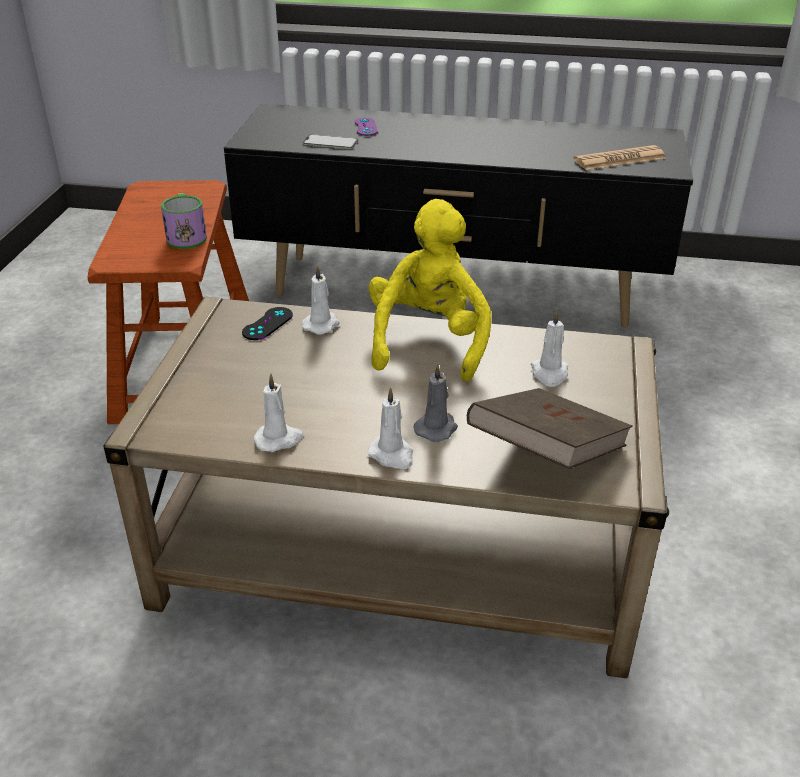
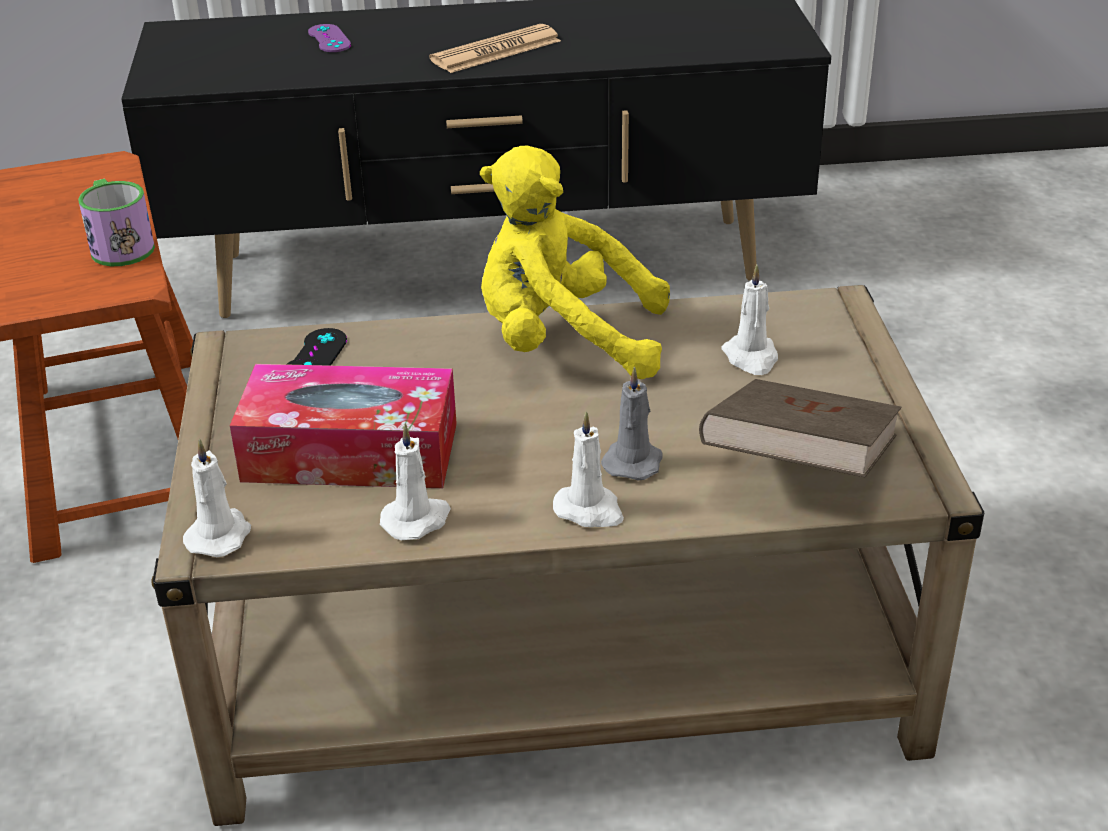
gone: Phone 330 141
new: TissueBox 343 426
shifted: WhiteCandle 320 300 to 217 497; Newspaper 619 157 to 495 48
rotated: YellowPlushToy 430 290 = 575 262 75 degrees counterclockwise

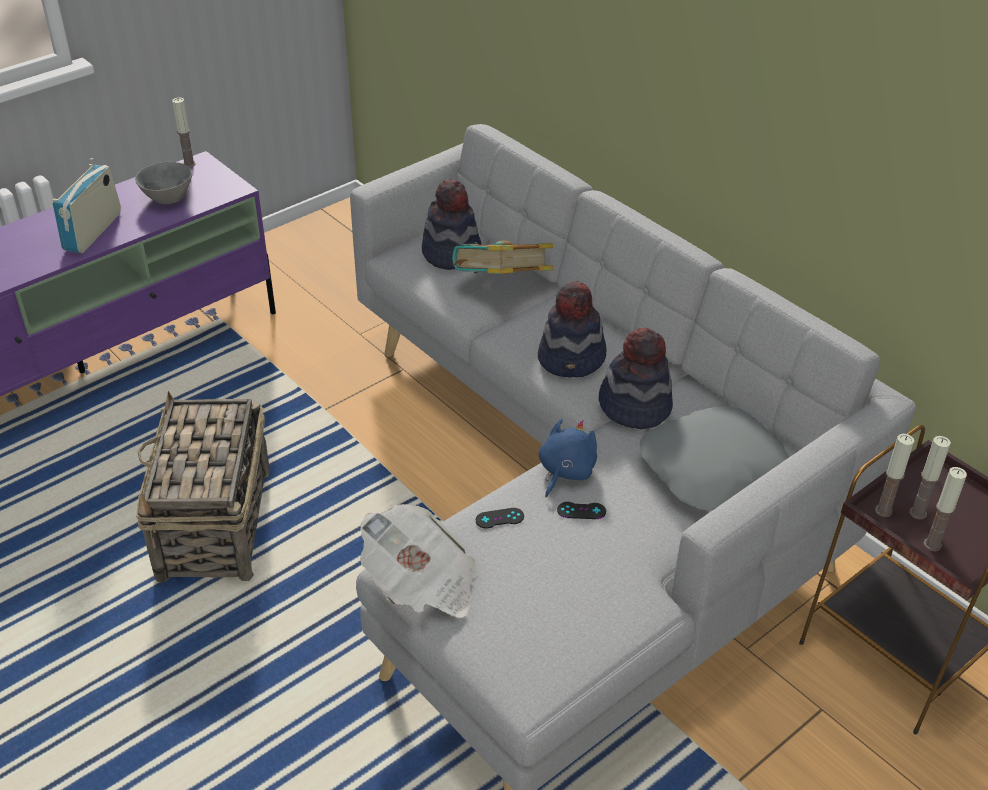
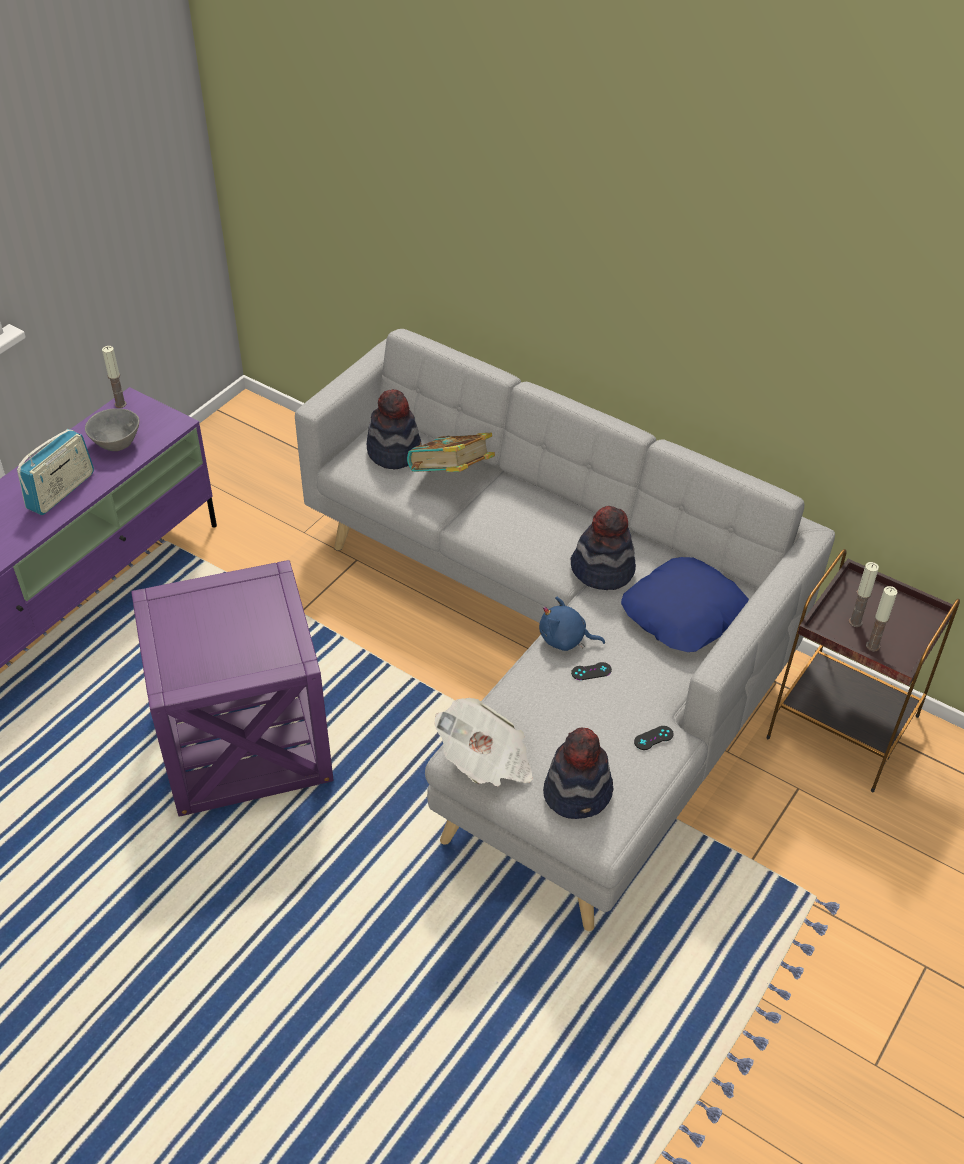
gone: Candle 894 475
shifted: BlackGameController 500 518 to 654 738; Hat 572 329 to 578 773
swapped: Basket 203 486 to PurpleSideTable 232 688
repainted: GreyPillow 714 458 to BluePillow 685 604
rotated: Radio 87 205 = 55 472 150 degrees counterclockwise; BluePlushToy 568 458 = 572 624 90 degrees counterclockwise

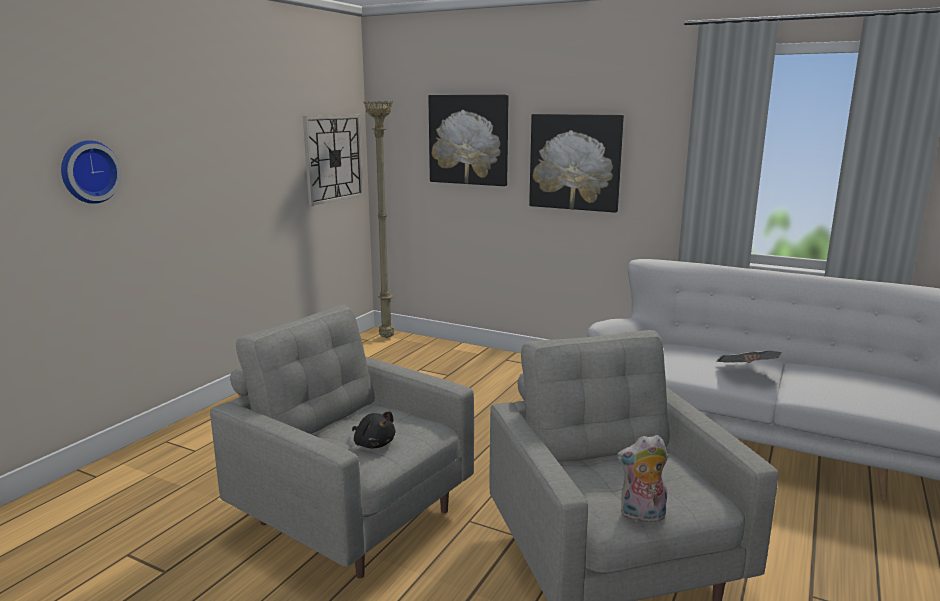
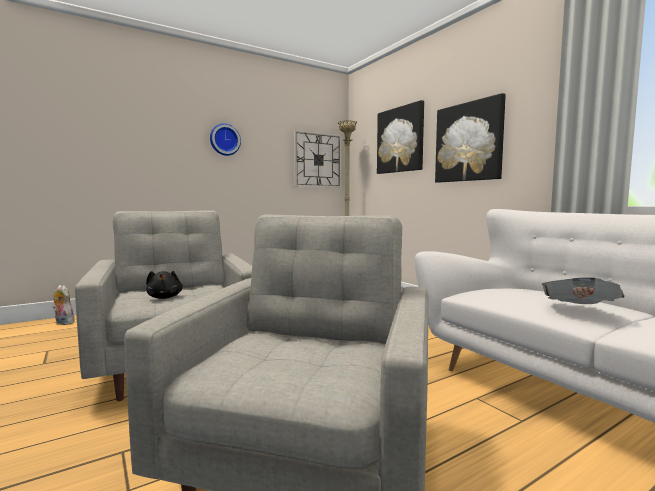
shifted: WallClock 91 172 to 225 140; PlushToy 642 478 to 63 305

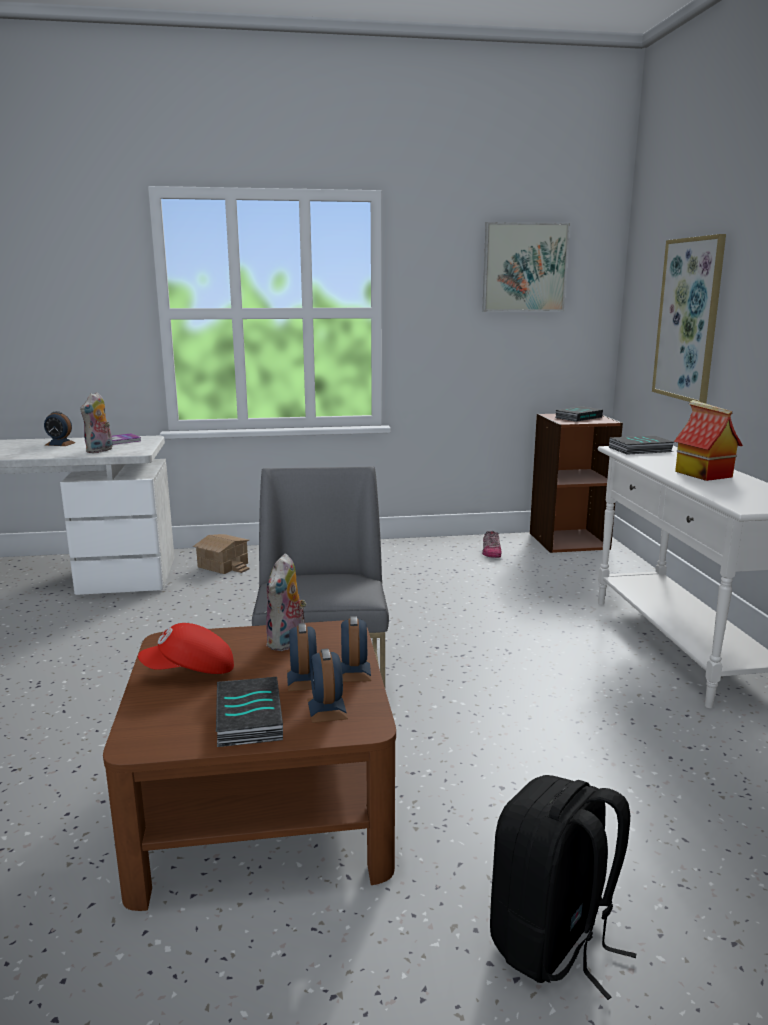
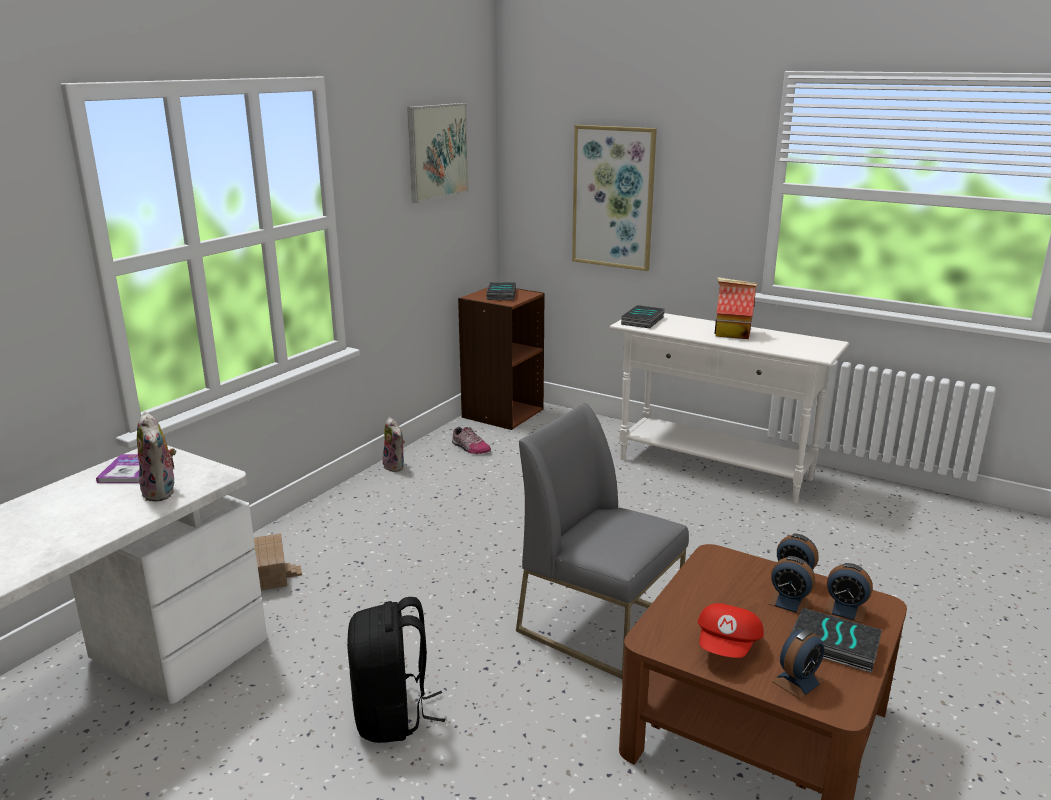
shifted: AlarmClock 60 428 to 798 664; PlushToy 286 602 to 394 444; BlackBackpack 563 887 to 396 670

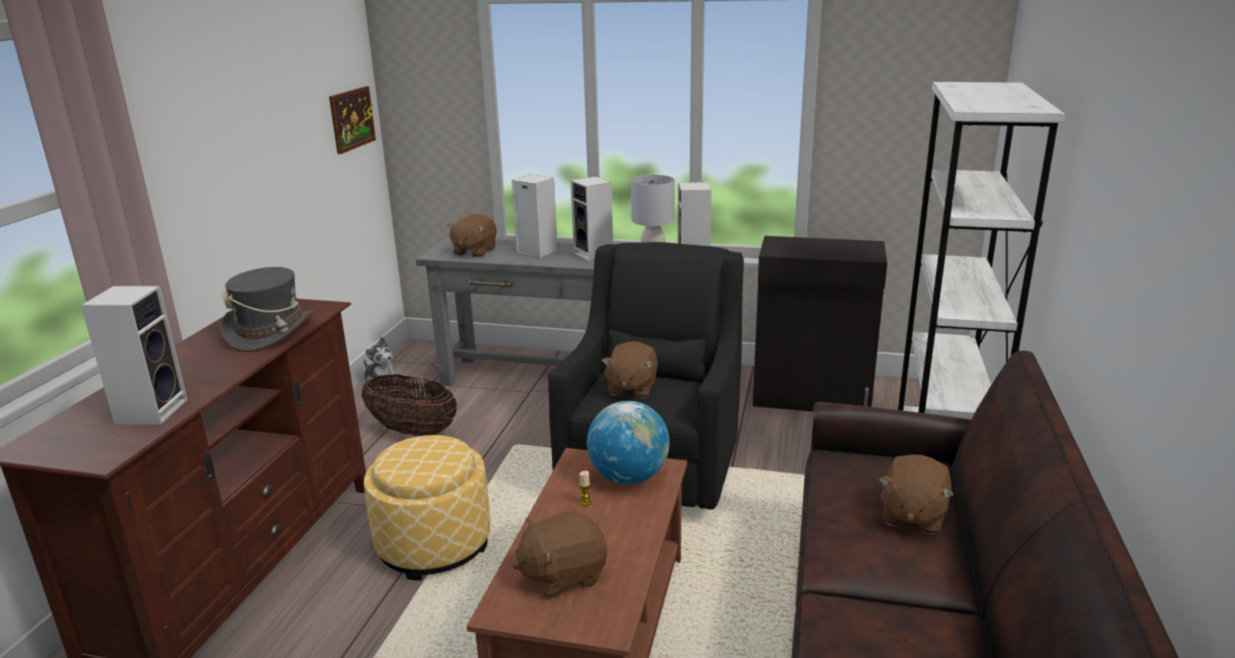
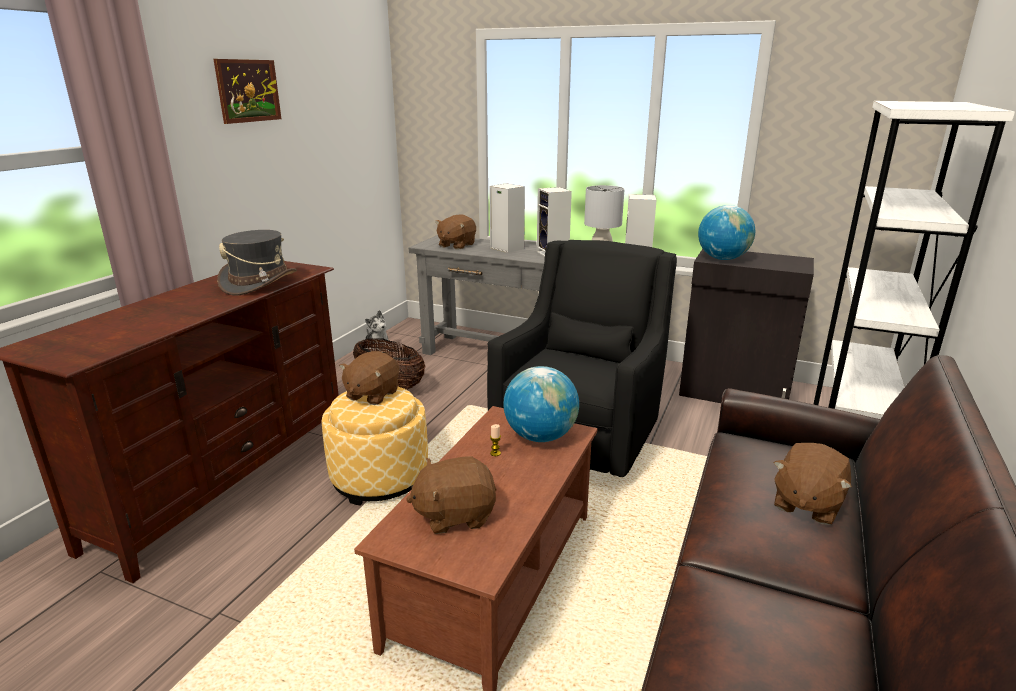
gone: Speaker 134 355
new: Globe 726 232
shifted: Picture 352 120 to 247 91; BrownPlushToy 629 369 to 369 378

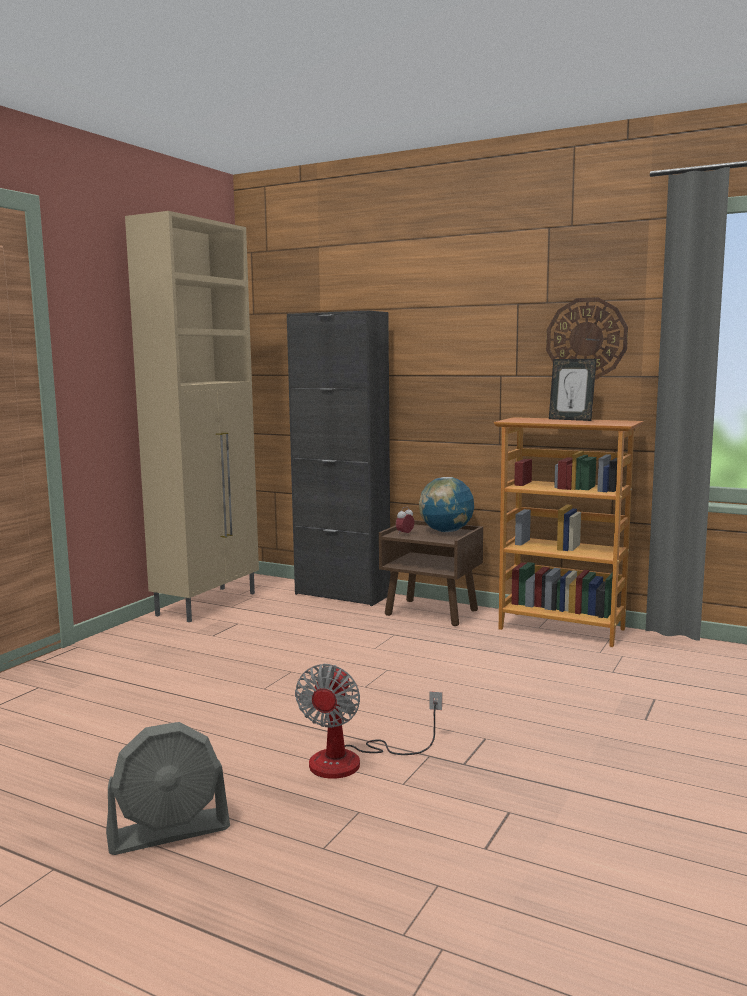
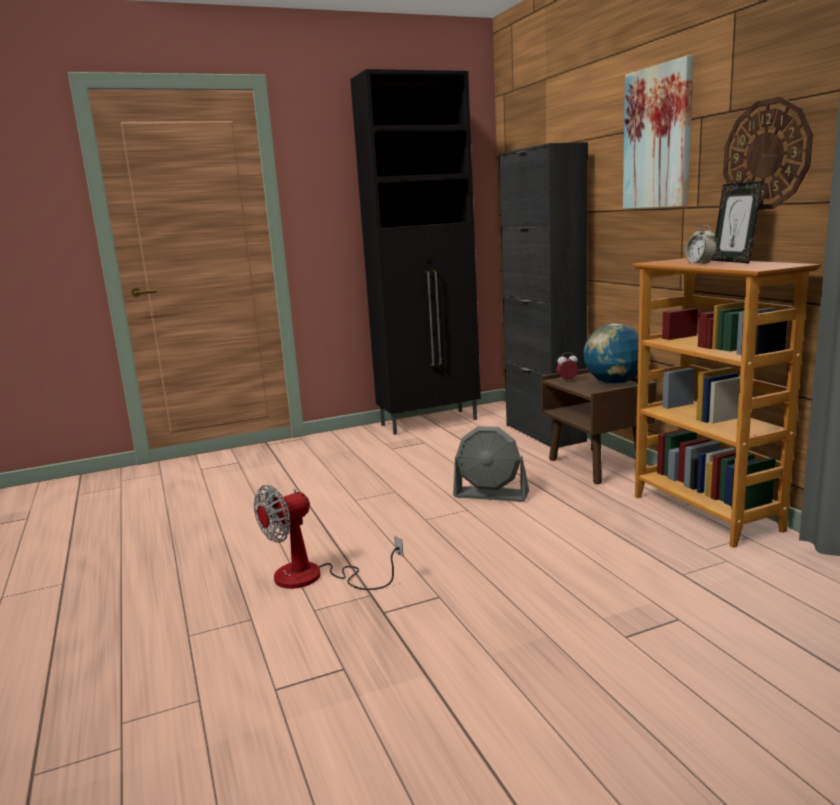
new: Picture 658 132; AlarmClock 701 244
shifted: GreyFan 168 788 to 491 464
repainted: BeigeCabinet 192 416 to BlackCabinet 415 252

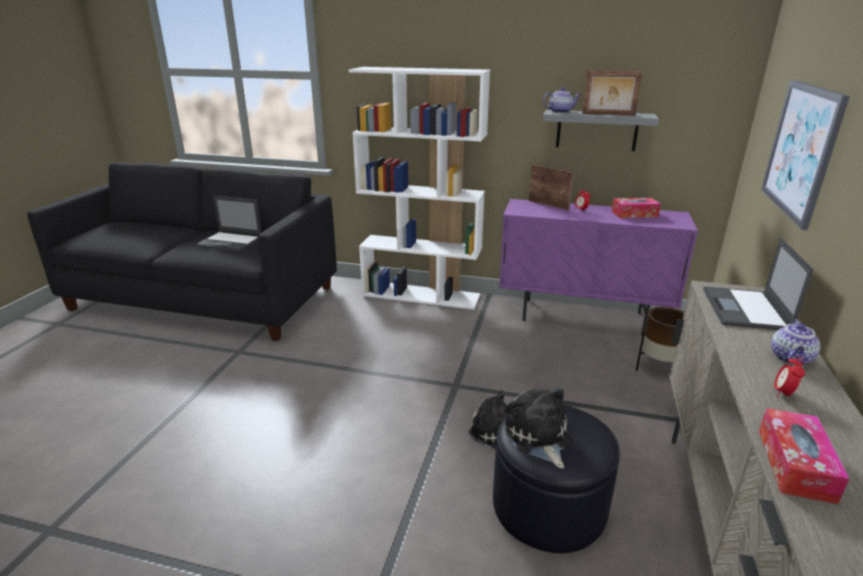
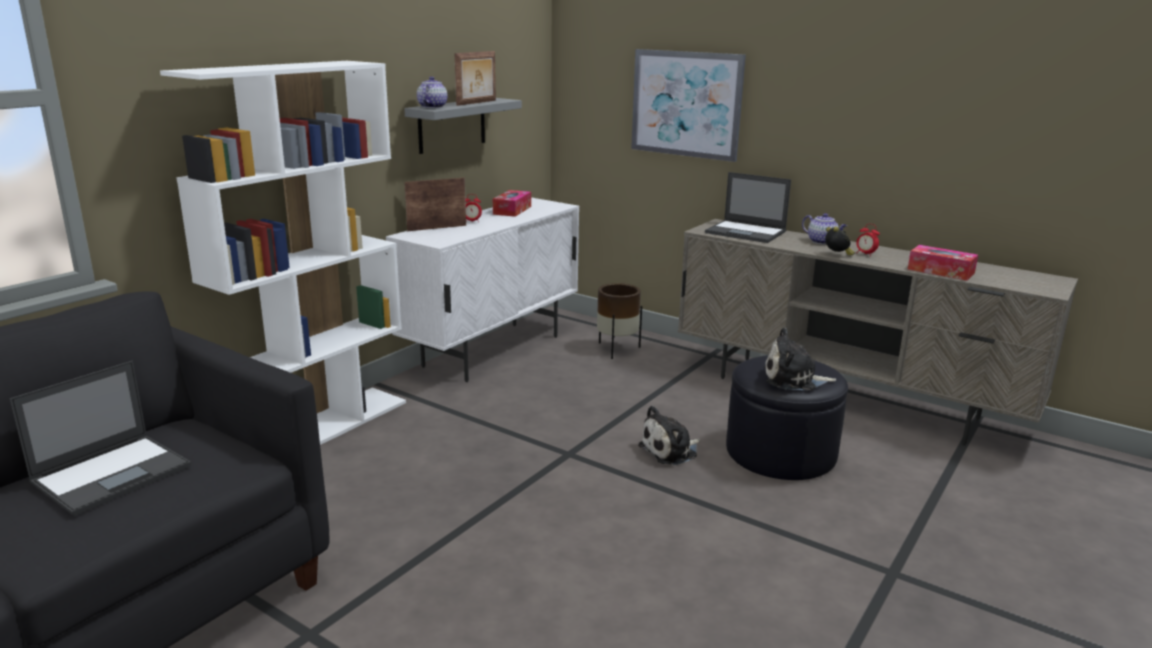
new: AlarmClock 840 241
repainted: PurpleCabinet 598 267 to WhiteCabinet 482 289

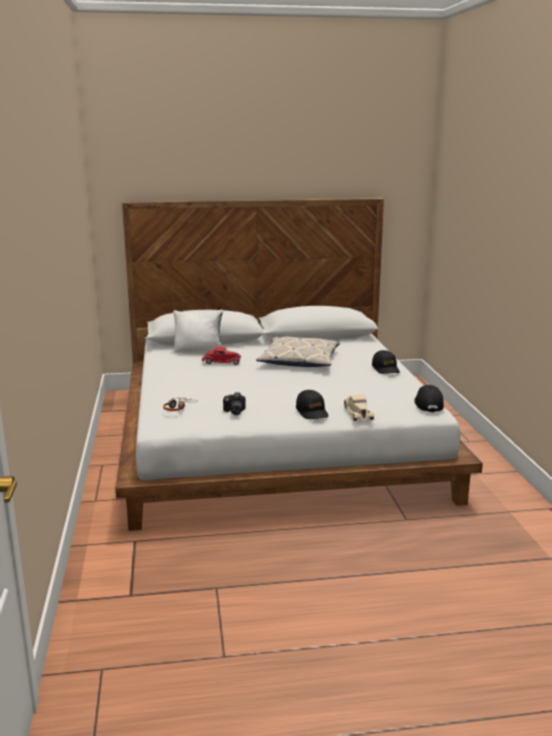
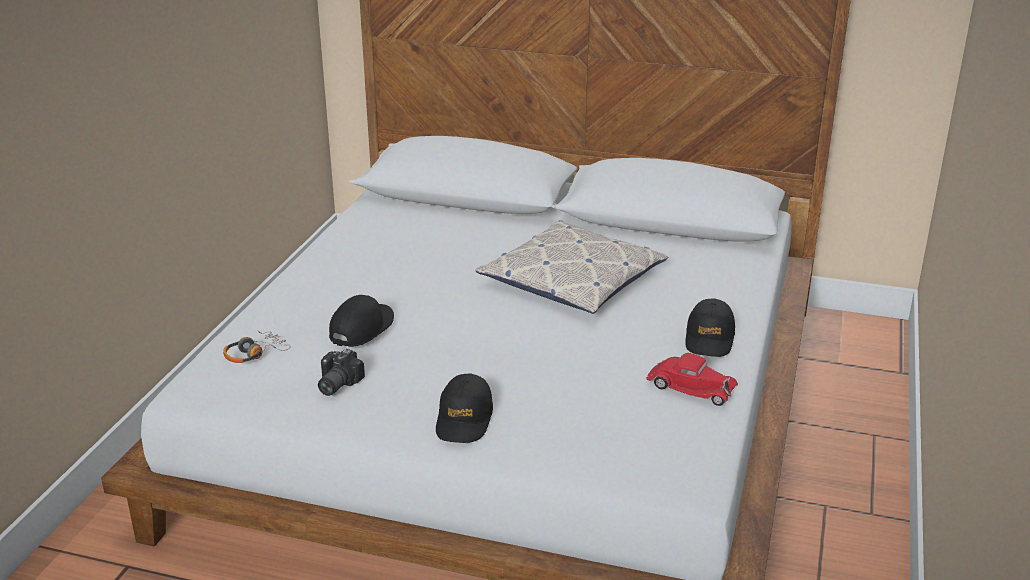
gone: WhitePillow 198 331; BeigeToyCar 358 407
shifted: RedToyCar 221 356 to 692 379; BlackCap 429 398 to 361 321

